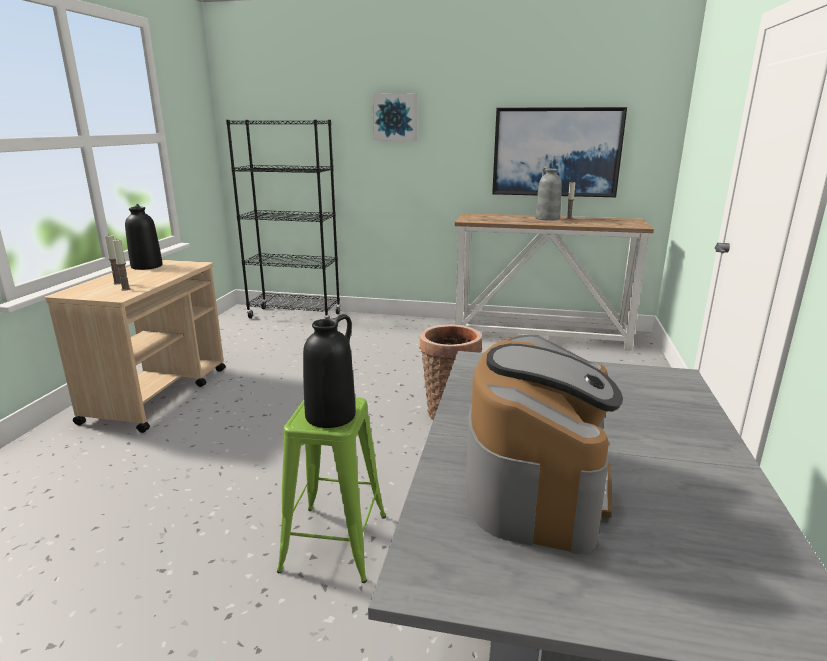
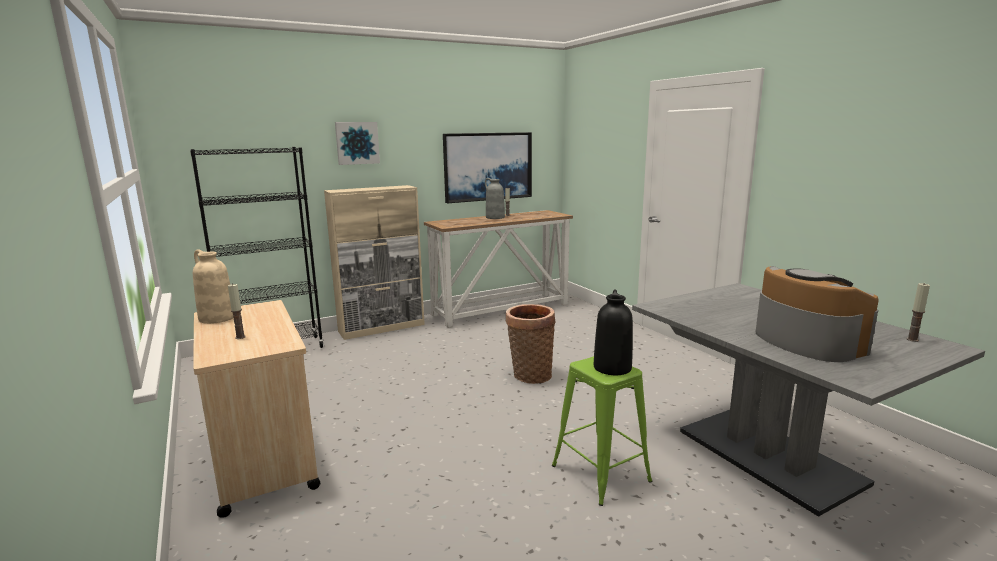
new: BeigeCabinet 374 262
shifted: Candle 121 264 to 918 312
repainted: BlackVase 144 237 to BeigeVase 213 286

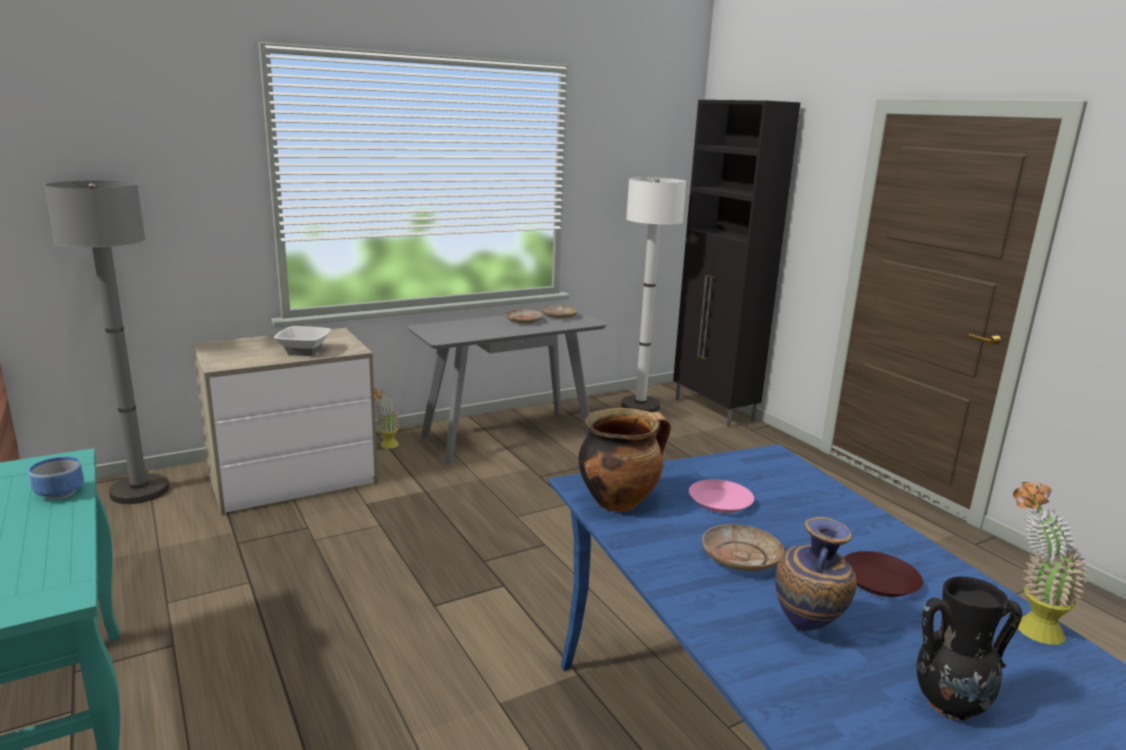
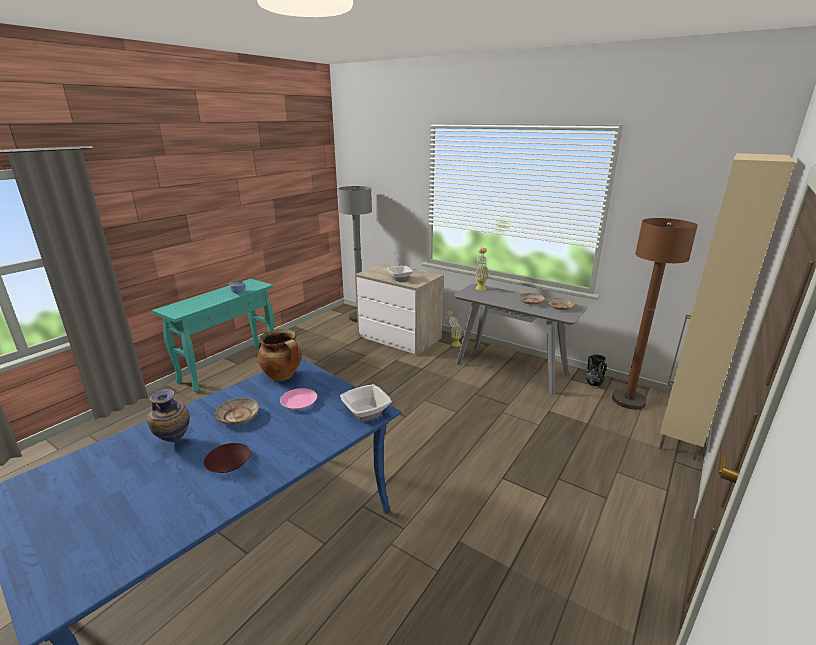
new: Bowl 366 403
shifted: BlackVase 969 648 to 596 371; PottedPlant 1050 562 to 482 268
repainted: WhiteFloorLamp 653 294 to BrownFloorLamp 655 313; BlackCabinet 737 263 to BeigeCabinet 727 307

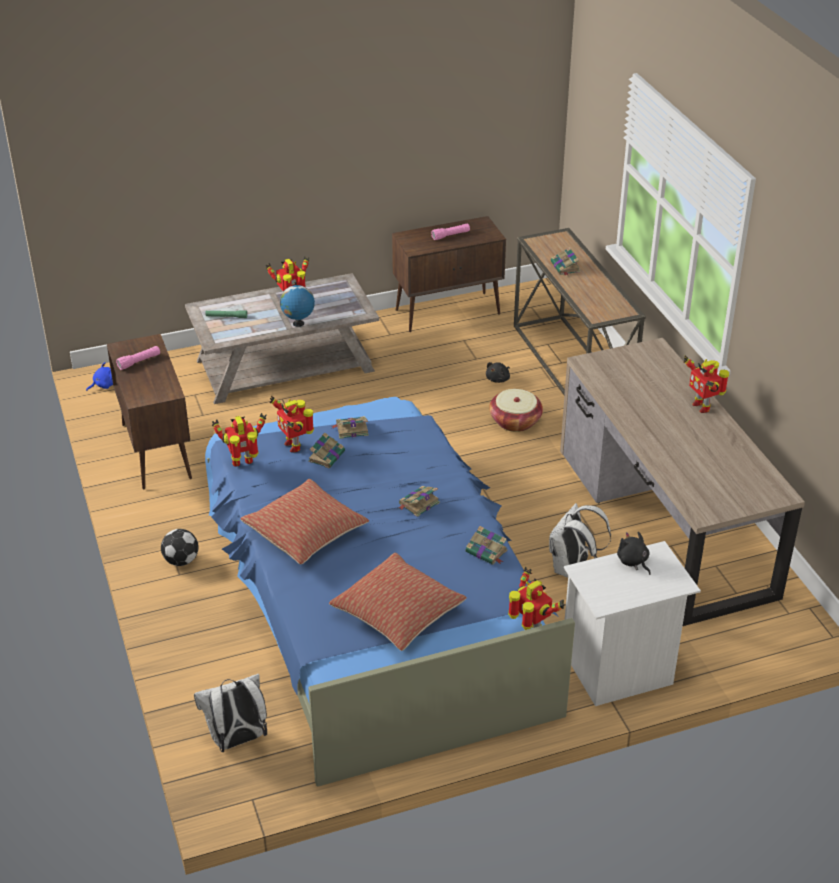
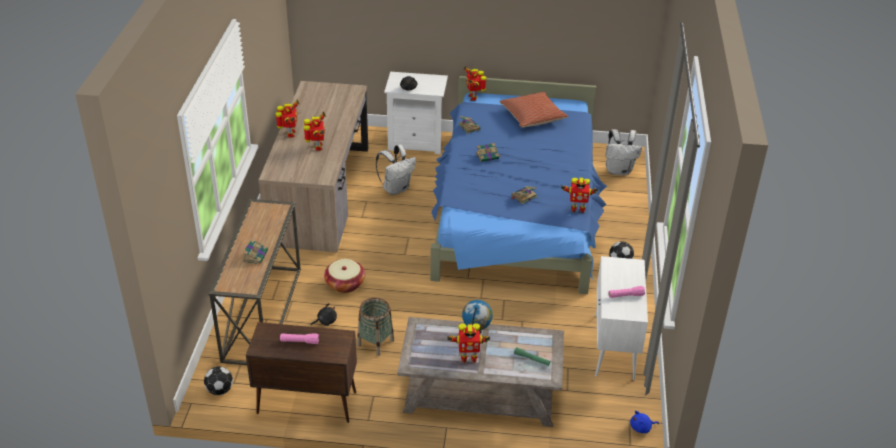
gone: Pillow 304 522; Book 350 427
new: Football 218 380; Basket 375 327
shifted: ToyRobot 292 424 to 315 131
repainted: BrownCabinet 149 411 to WhiteCabinet 621 318

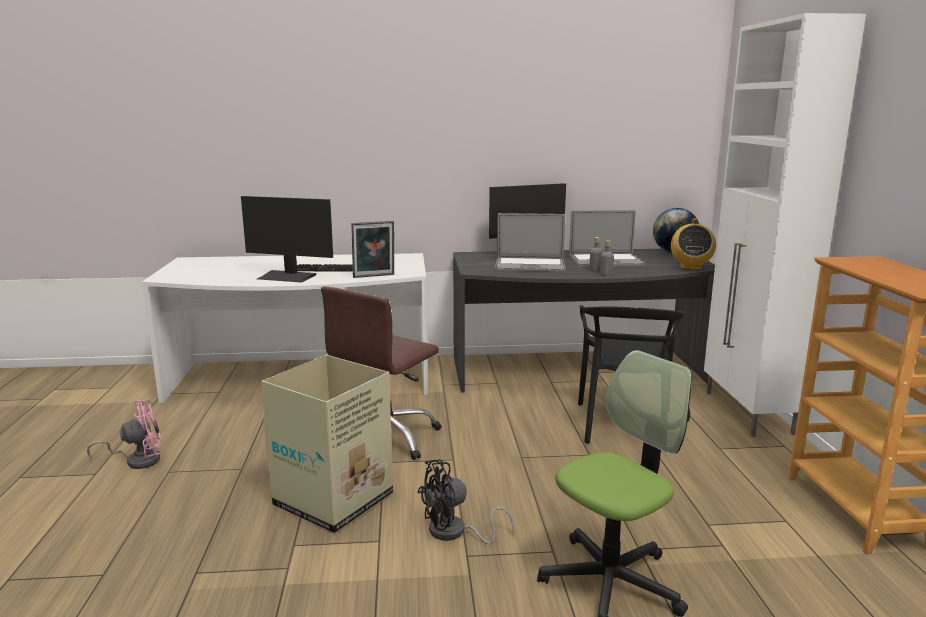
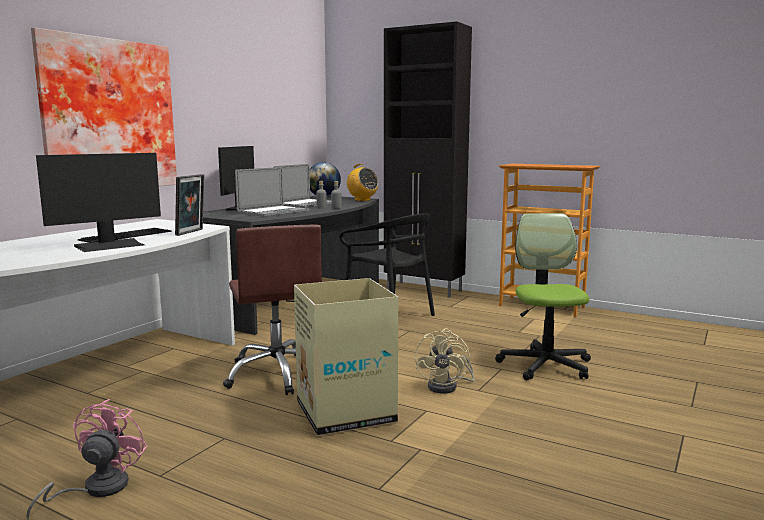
new: Picture 104 106
repainted: BlackFan 466 501 to BeigeFan 445 361; WhiteCabinet 785 225 to BlackCabinet 428 159

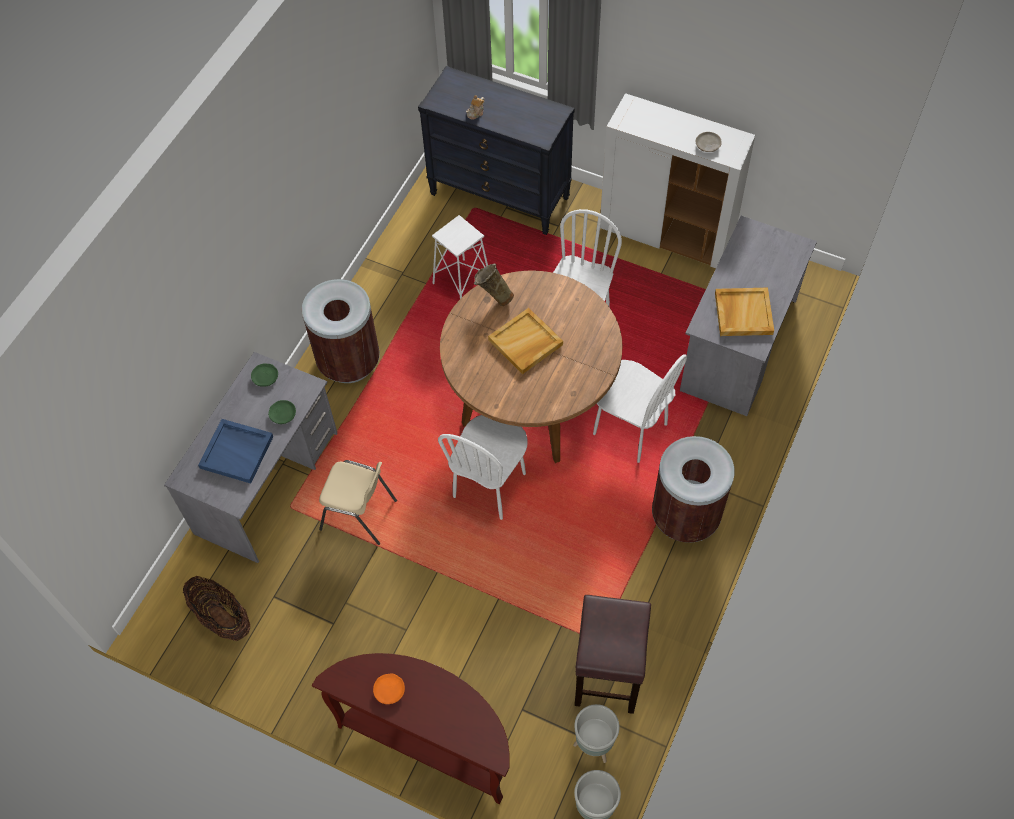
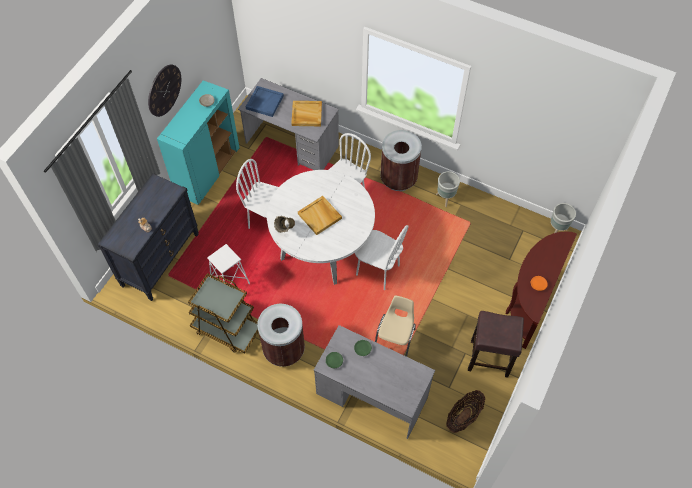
new: WallClock 164 91; BrownCart 223 313
shifted: BlueTray 235 451 to 265 101; GreyPlanter 596 733 to 448 189; BrownStool 613 654 to 496 344
repainted: BrownDiningTable 531 367 to WhiteDiningTable 321 227; WhiteCabinet 677 181 to TurquoiseCabinet 198 142

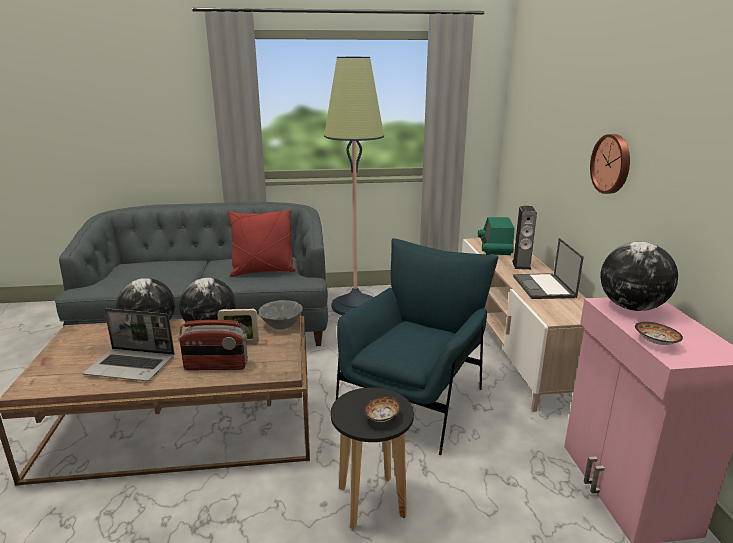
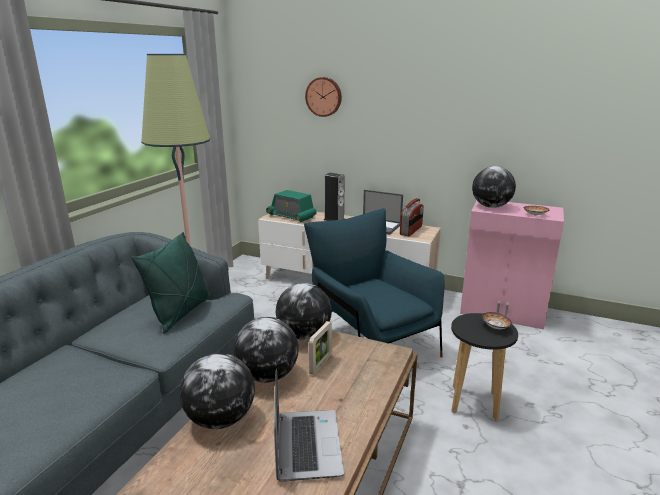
shifted: Radio 213 345 to 412 217; WallClock 610 164 to 323 97
swapped: GreyBowl 281 314 to Globe 304 311
repainted: RedPillow 261 243 to GreenPillow 171 283
rotated: Laptop 129 344 = 309 425 45 degrees counterclockwise

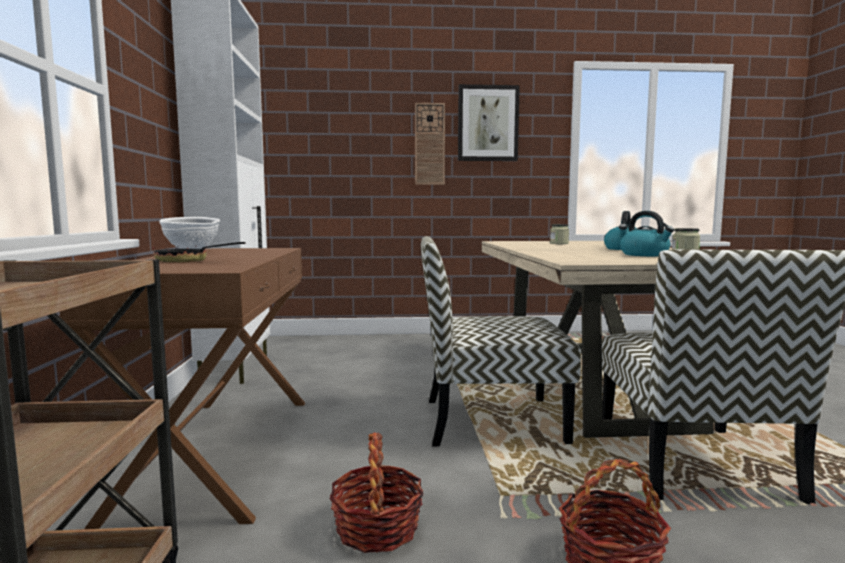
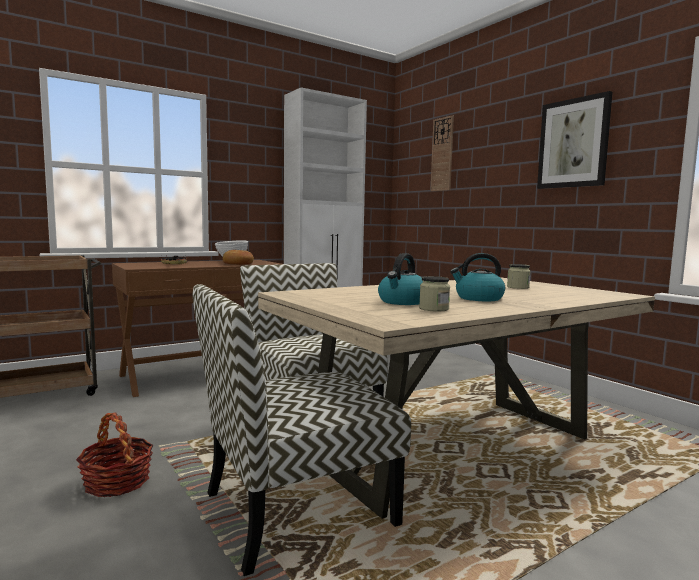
gone: Basket 377 493
new: Bread 238 257
shifted: WallClock 430 144 to 442 153

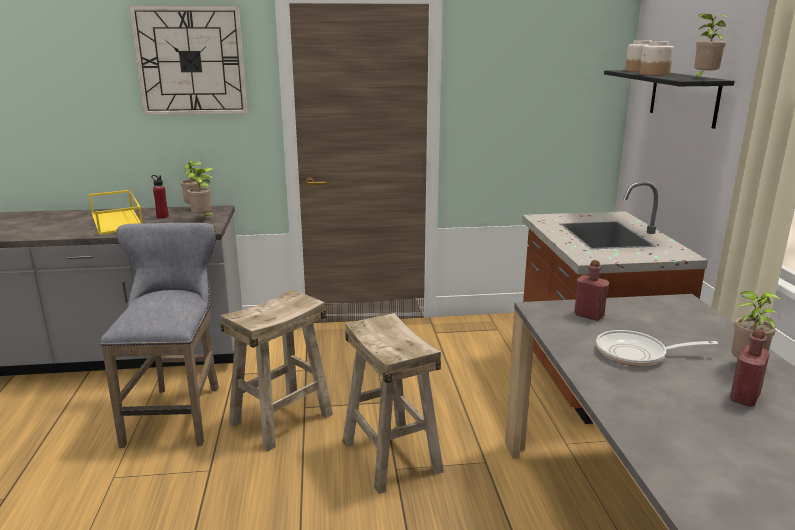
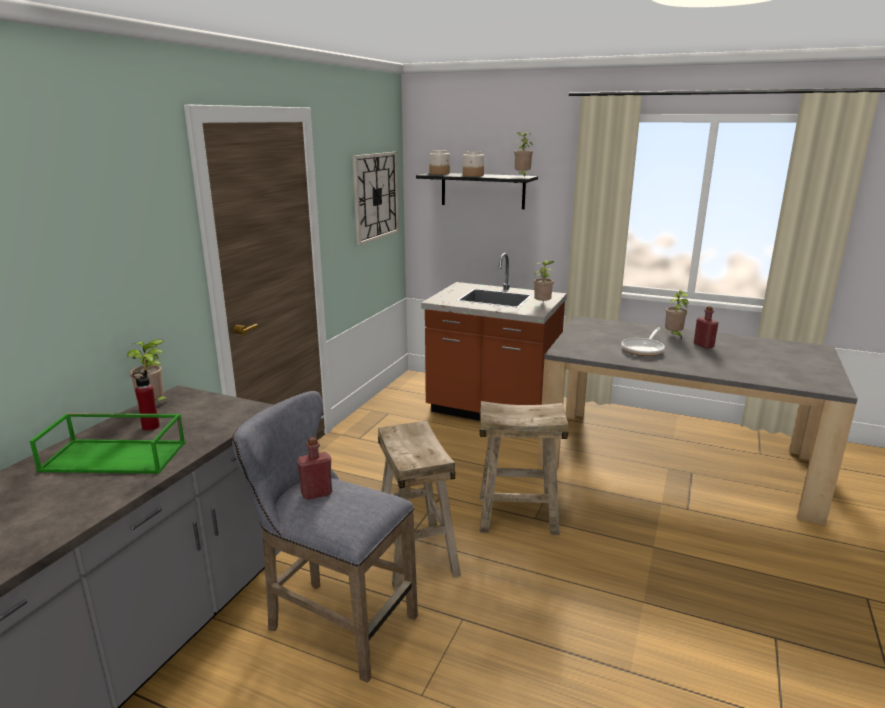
shifted: WallClock 188 60 to 376 198; PottedPlant 200 191 to 544 280; RedBottle 591 290 to 314 468
repainted: YellowTray 116 212 to GreenTray 108 443

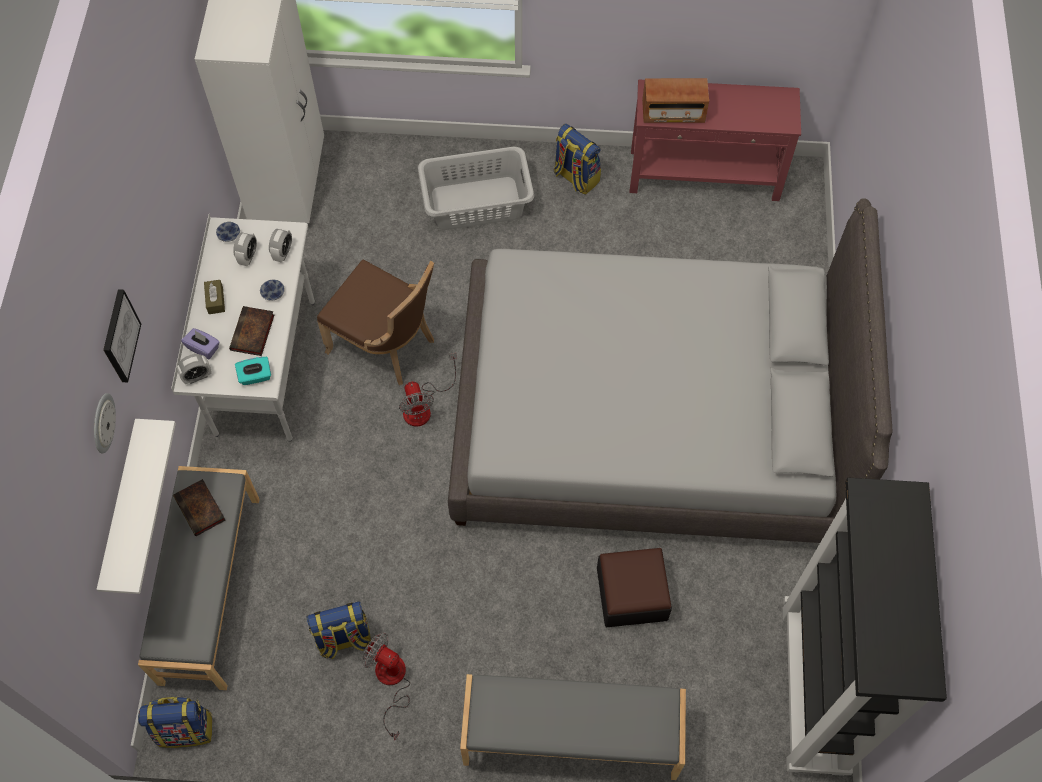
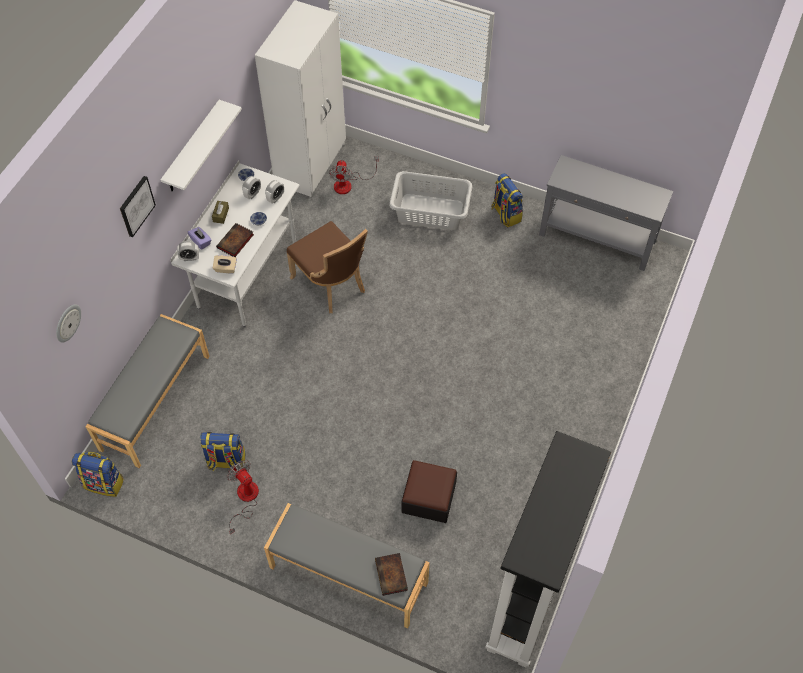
gone: GreyBed 670 370; Radio 675 100
shifted: WallClock 105 423 to 68 324; WhiteShelf 136 506 to 201 145; Book 199 507 to 391 574; Fan 428 390 to 354 175
repainted: TurquoiseTissueBox 253 371 to BeigeTissueBox 225 264; RedConsoleTable 715 140 to GreyConsoleTable 606 213

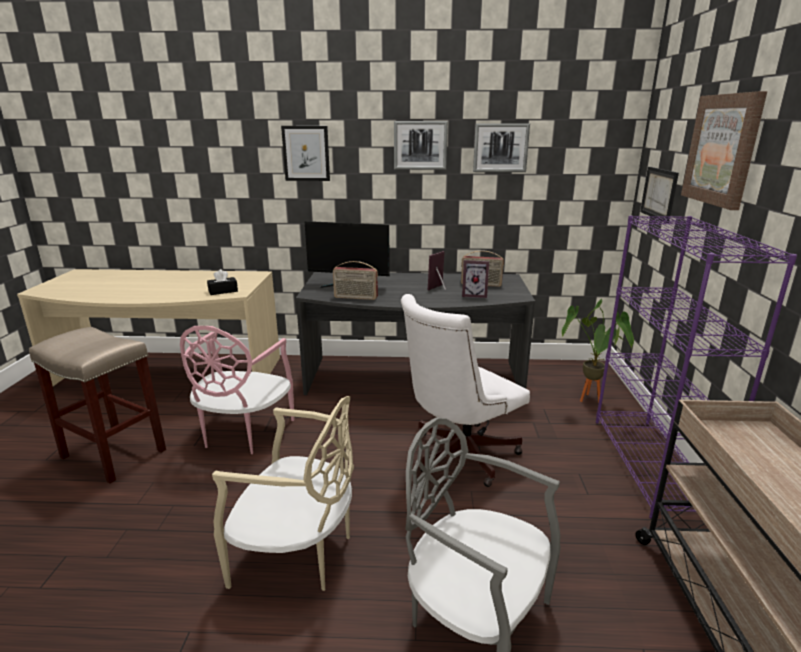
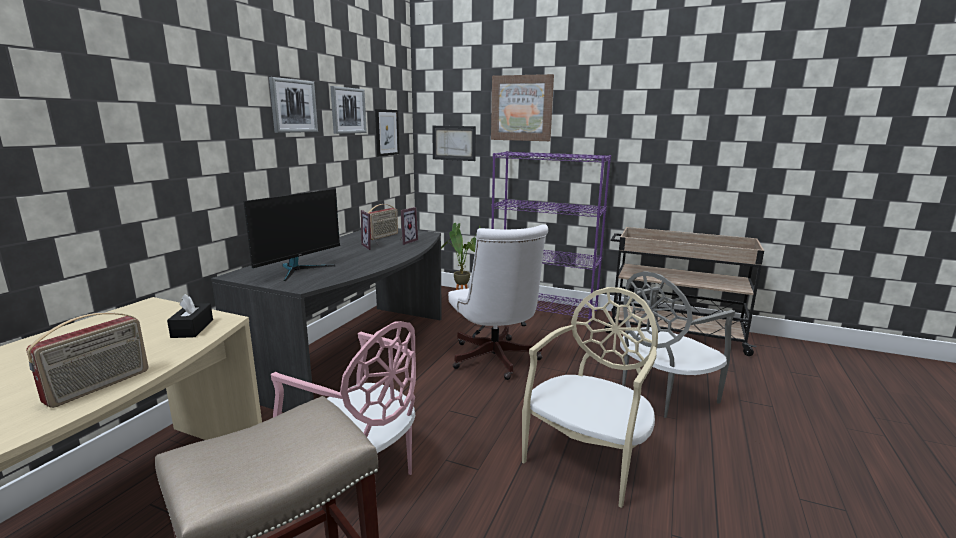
shifted: Picture 305 153 to 387 132; Radio 355 280 to 87 360

